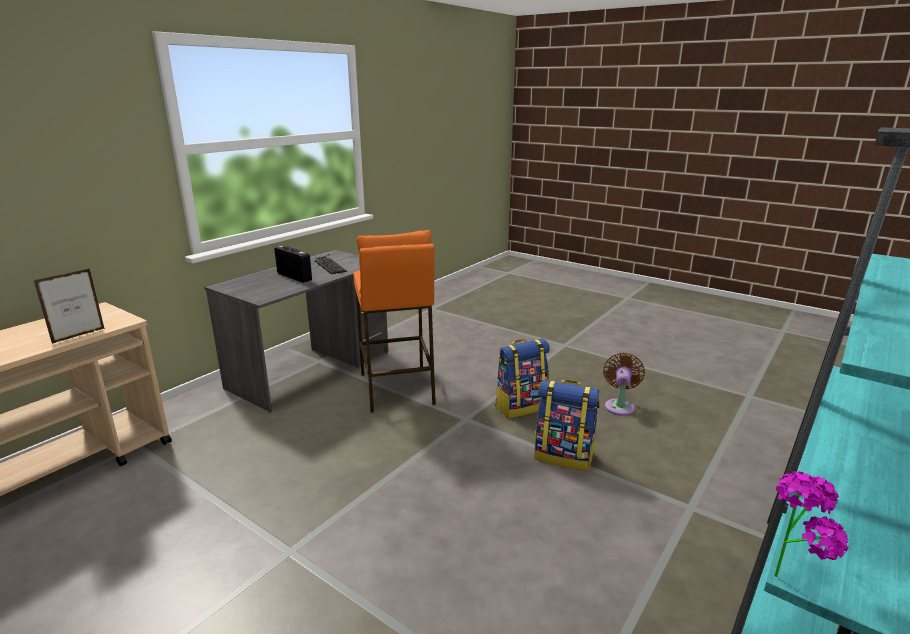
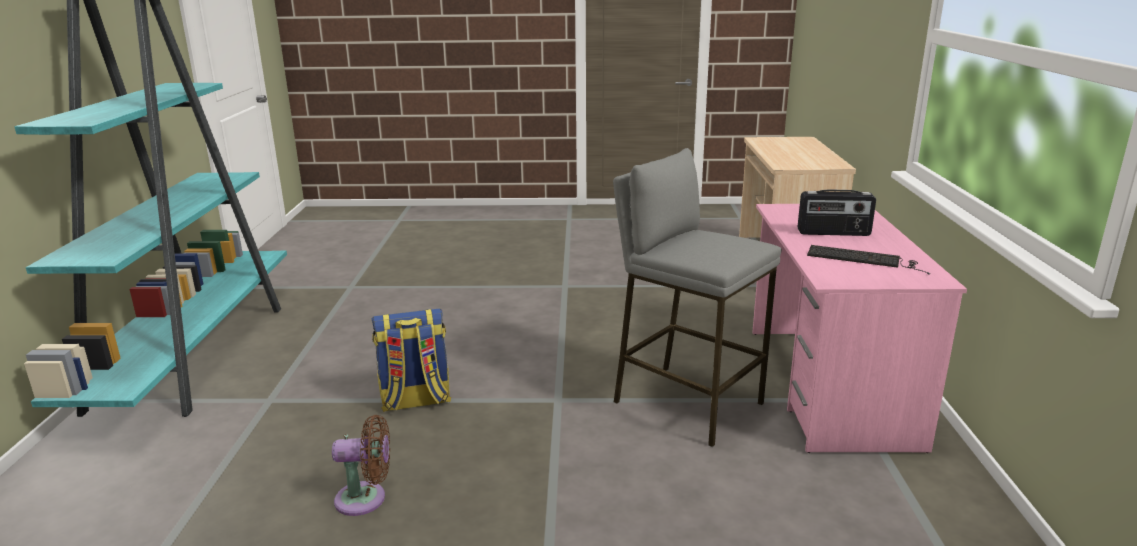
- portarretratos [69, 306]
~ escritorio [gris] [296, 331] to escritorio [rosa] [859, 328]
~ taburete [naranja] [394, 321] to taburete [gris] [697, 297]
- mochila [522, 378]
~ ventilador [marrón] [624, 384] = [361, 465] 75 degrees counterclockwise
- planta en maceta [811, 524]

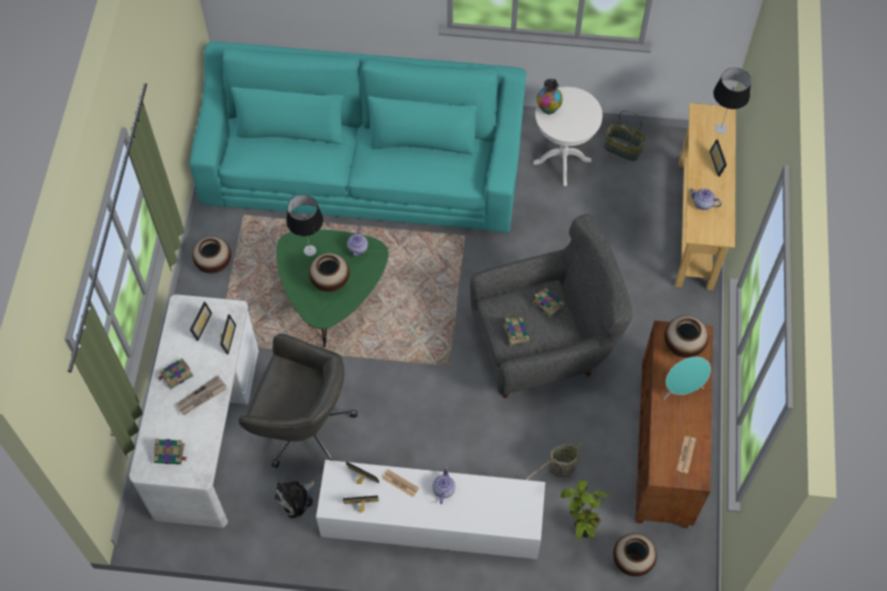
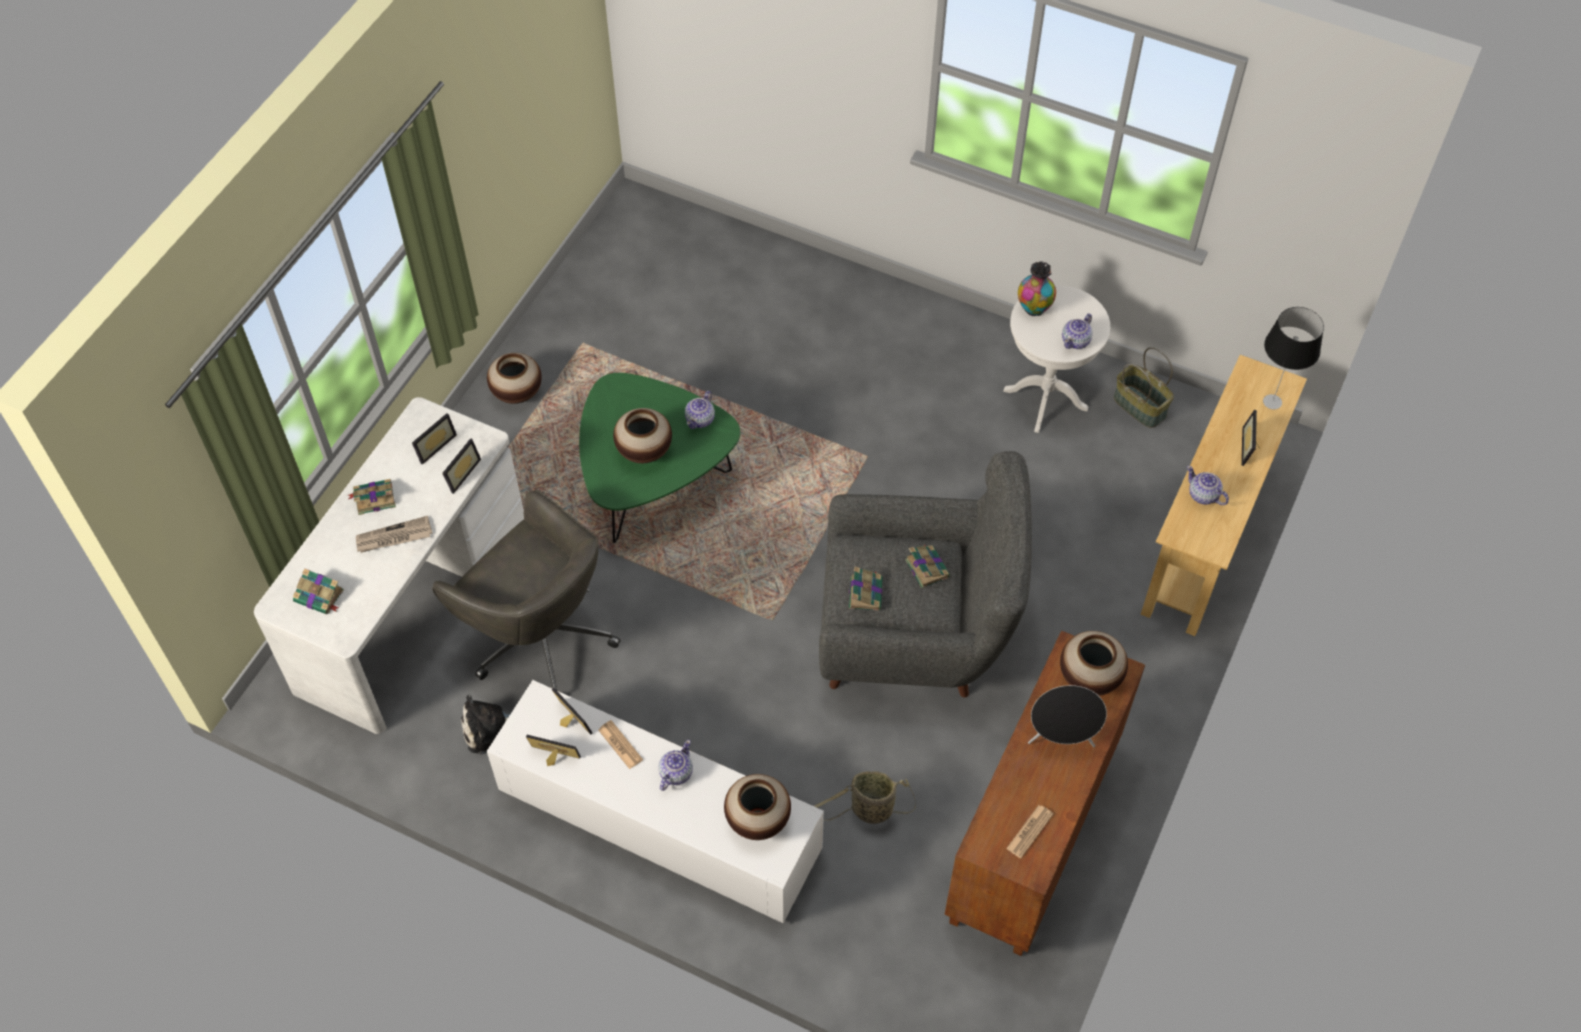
- sofá [turquesa] [358, 137]
- lámpara de mesa [304, 225]
- planta en maceta [586, 510]
~ florero [635, 555] to [757, 807]
~ altavoz [turquesa] [687, 378] to altavoz [negro] [1067, 716]
+ tetera [1077, 331]

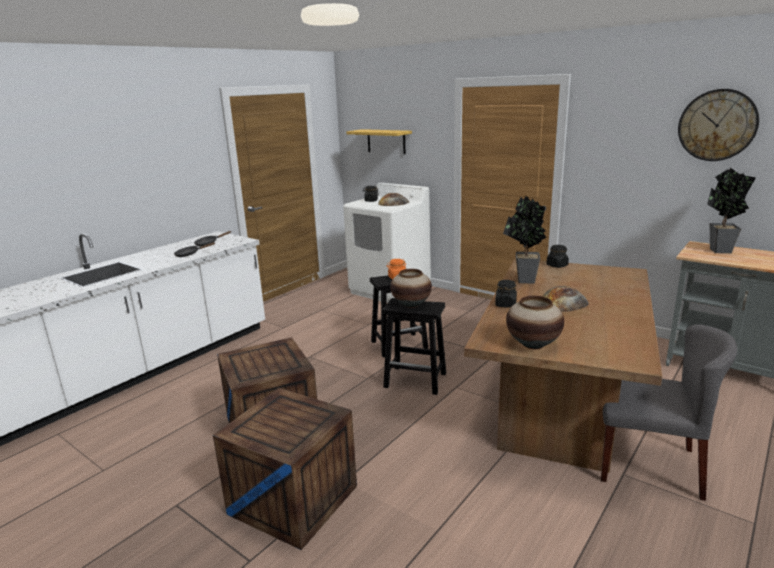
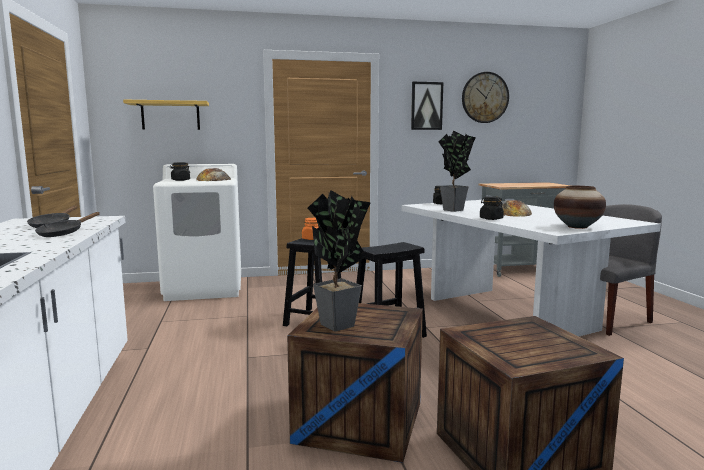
- florero [411, 288]
~ mesa de comedor [marrón] [563, 366] to mesa de comedor [blanco] [531, 268]
~ planta en maceta [731, 210] to [339, 260]
+ cuadro [427, 106]

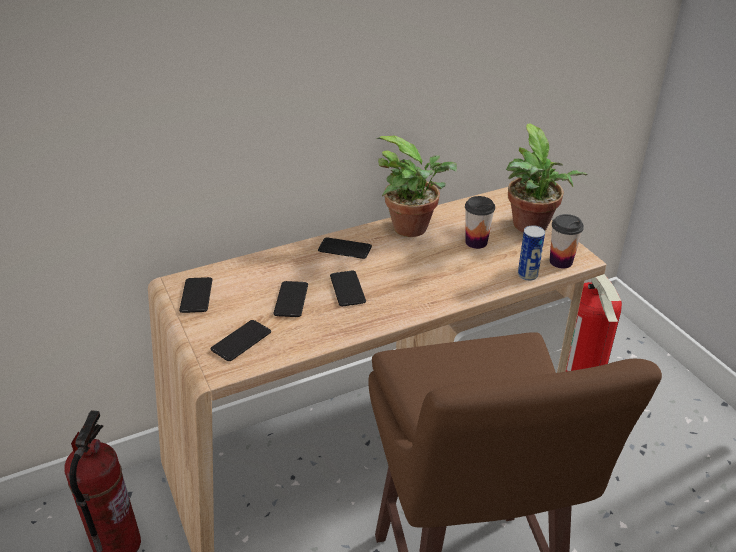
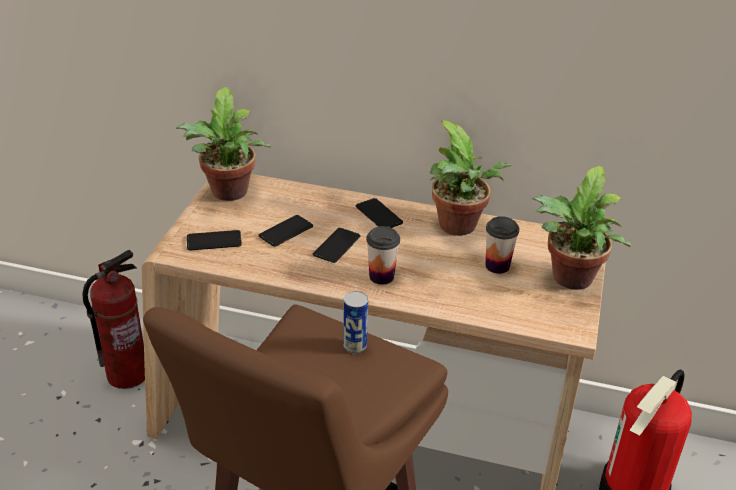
~ móvil [196, 295] to planta en maceta [224, 144]
~ lata [531, 253] to [355, 322]
~ taza [567, 241] to [383, 255]

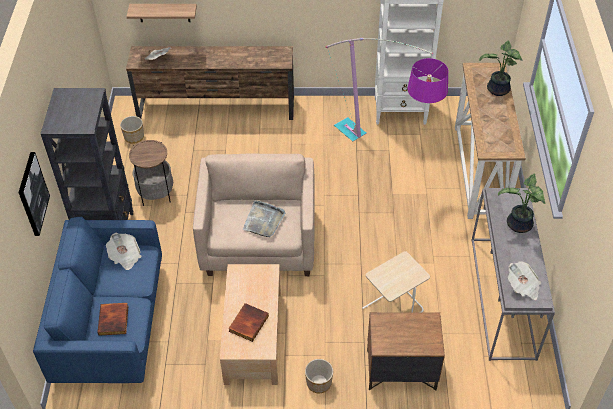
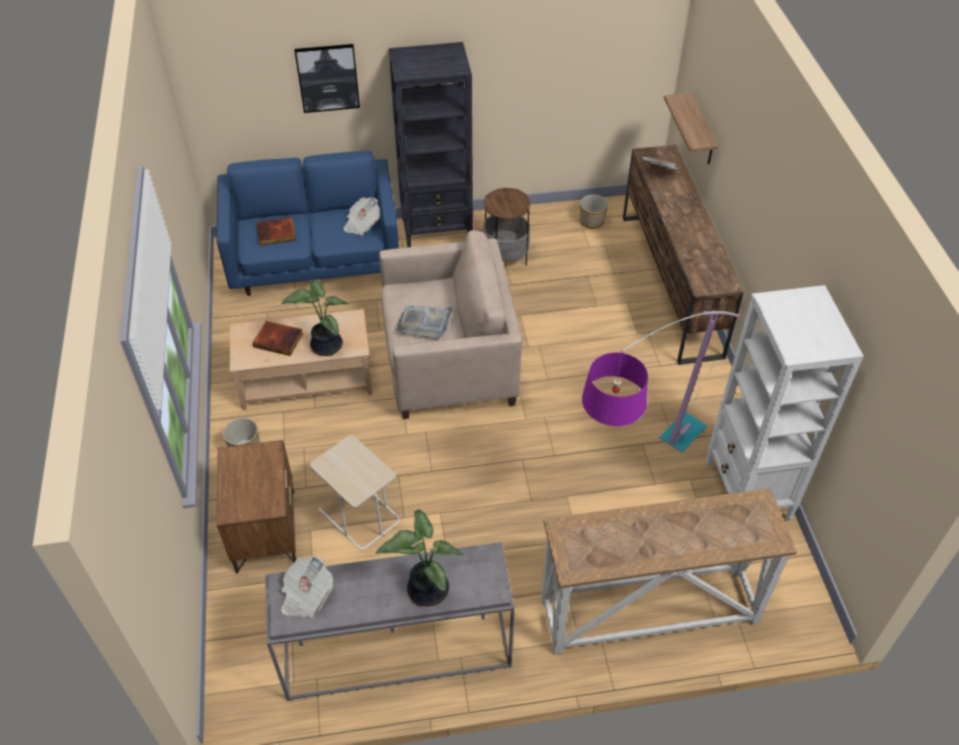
~ planta en maceta [501, 68] to [315, 318]

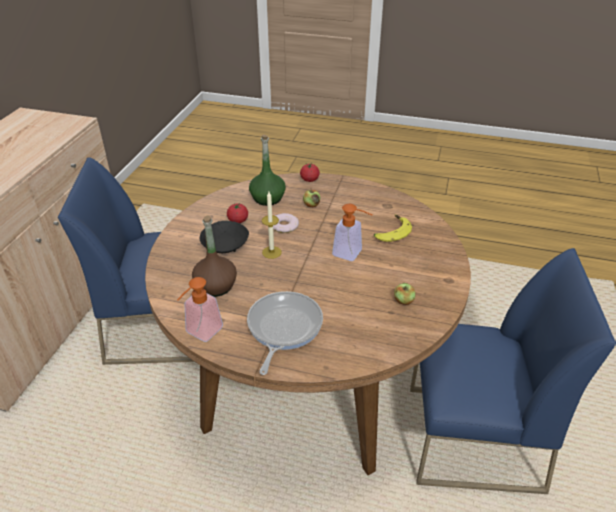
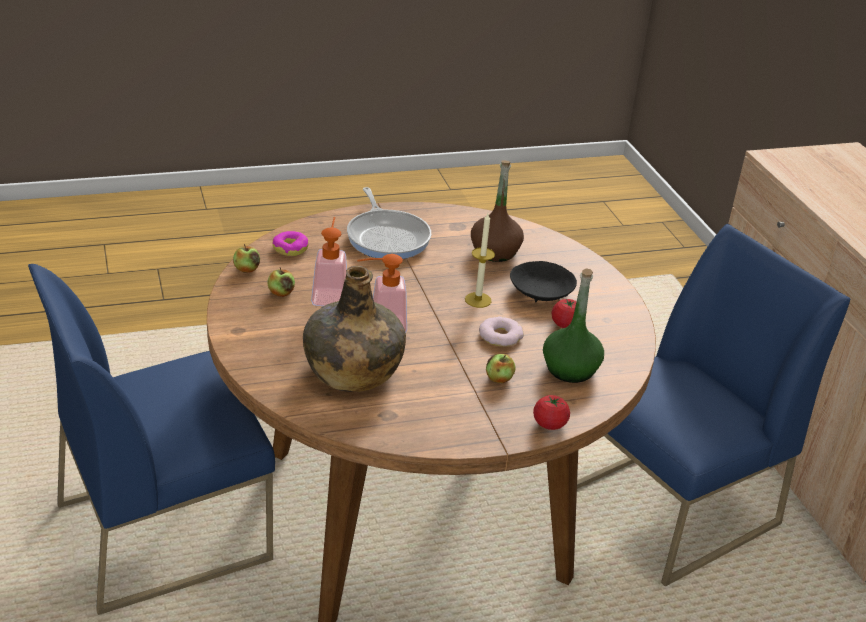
~ dispensador de jabón [200, 309] to [329, 261]
~ plátano [393, 228] to botella [verde] [354, 329]
+ manzana [246, 258]
+ rosquilla [290, 243]

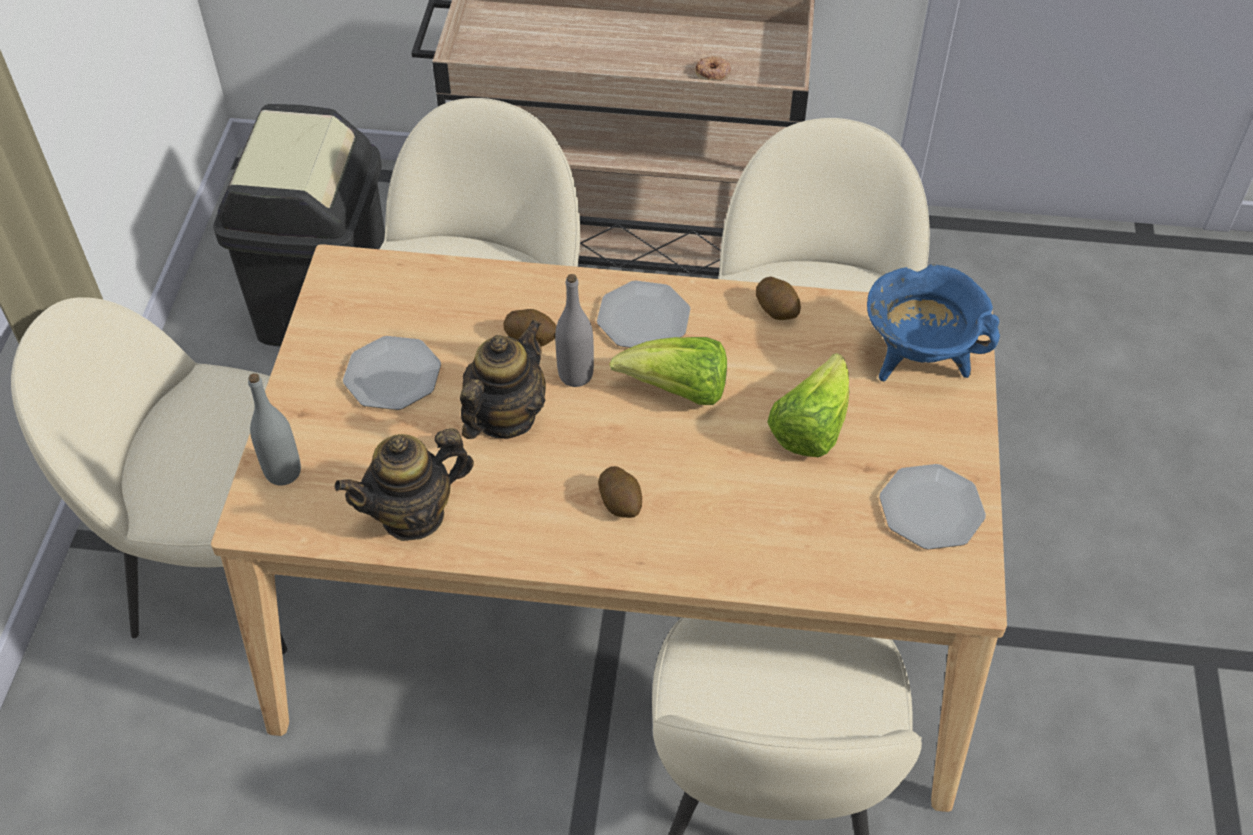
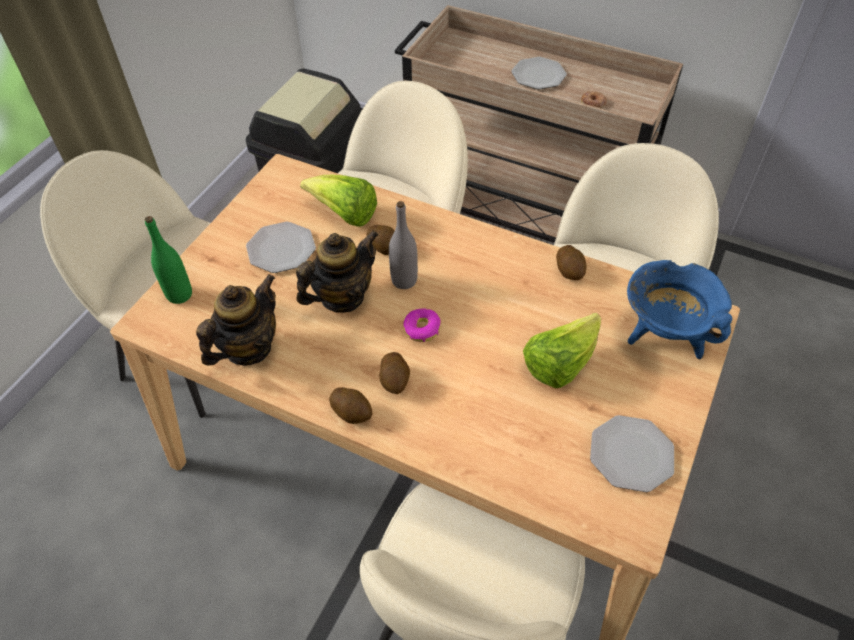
~ botella [gris] [274, 429] to botella [verde] [168, 260]
~ tetera [404, 484] = [236, 320] 135 degrees clockwise
~ plato [644, 314] to [539, 73]
~ lechuga [668, 371] to [338, 201]
+ patata [350, 405]
+ rosquilla [422, 325]

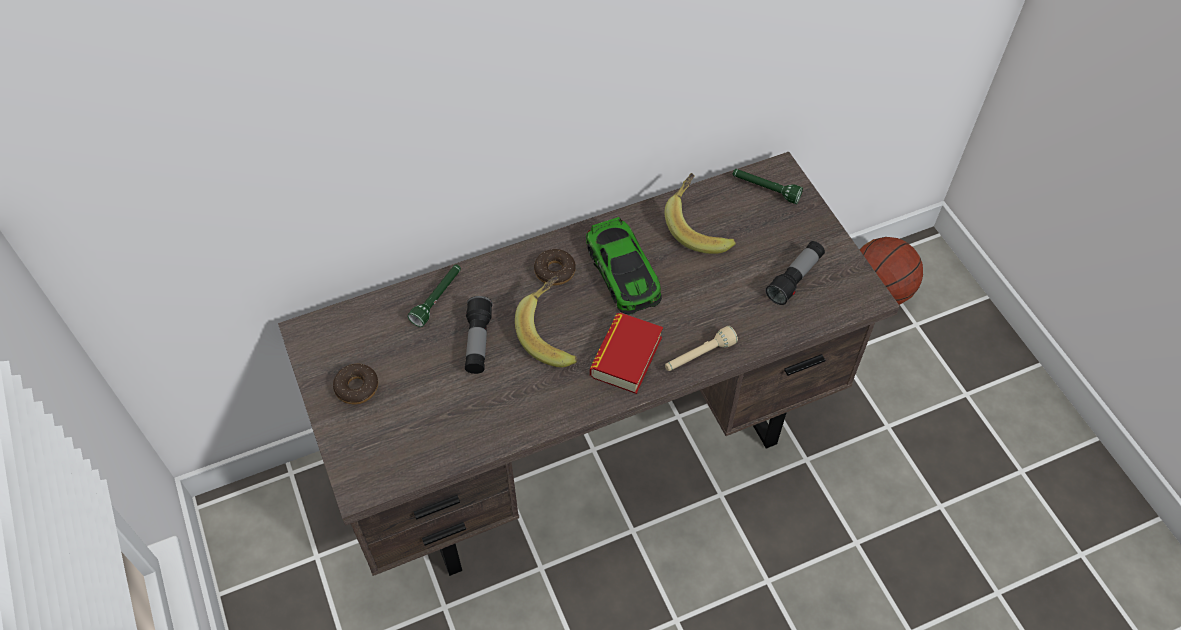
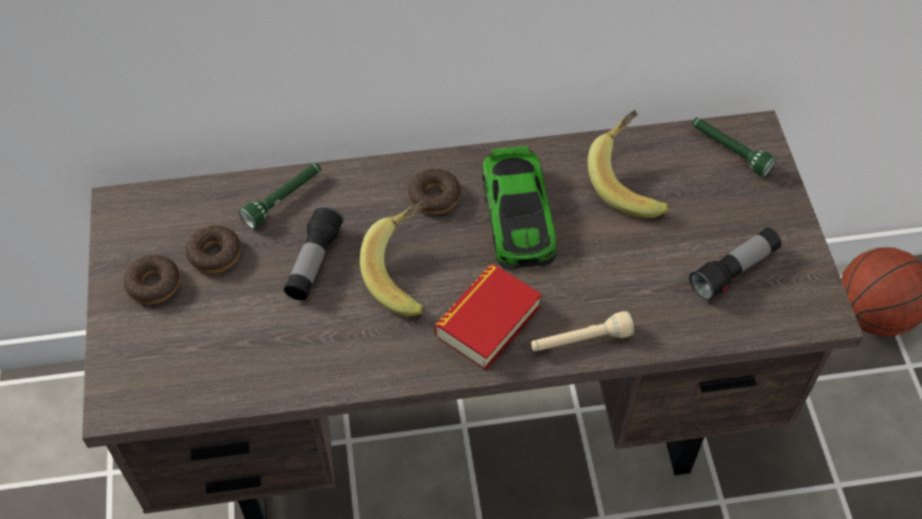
+ rosquilla [213, 249]

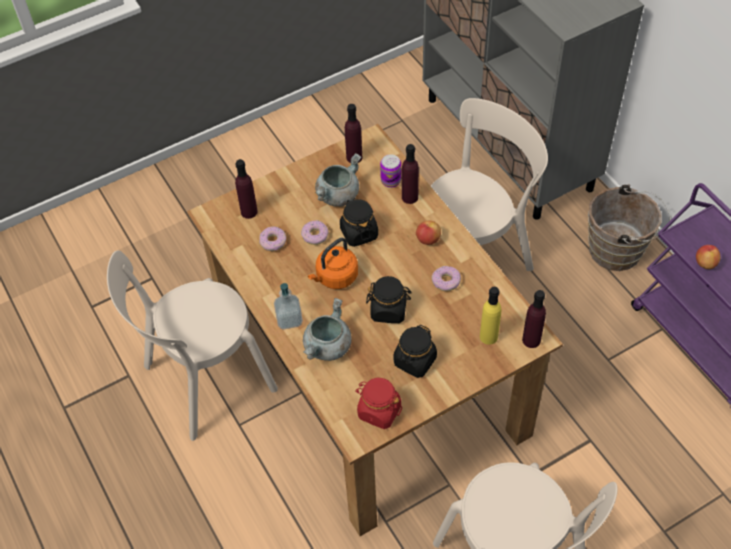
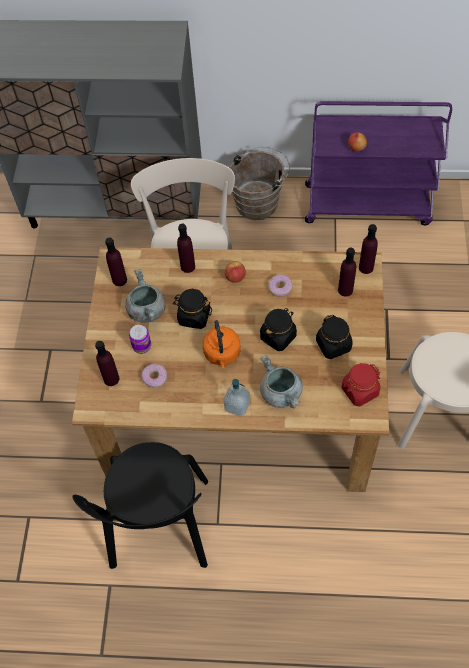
~ silla [beis] [192, 345] to silla [negro] [140, 505]
- rosquilla [315, 232]
~ lata [390, 171] to [140, 339]
~ botella [amarillo] [490, 316] to botella [morado] [347, 272]

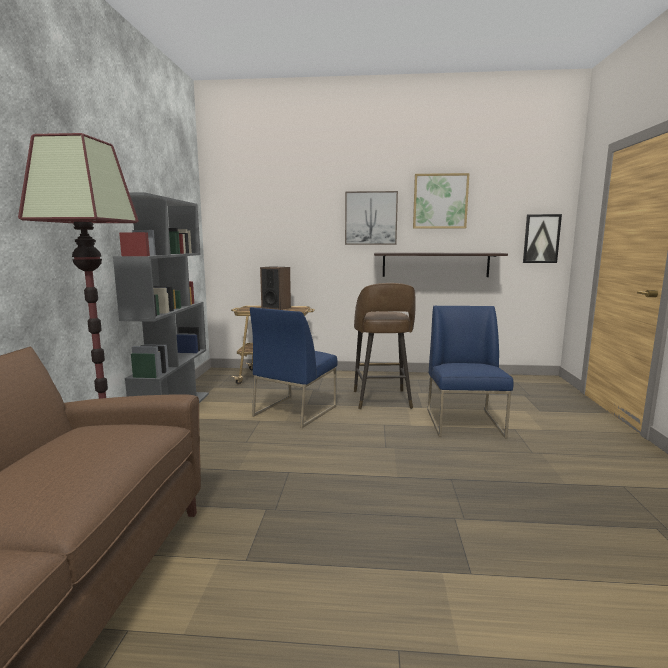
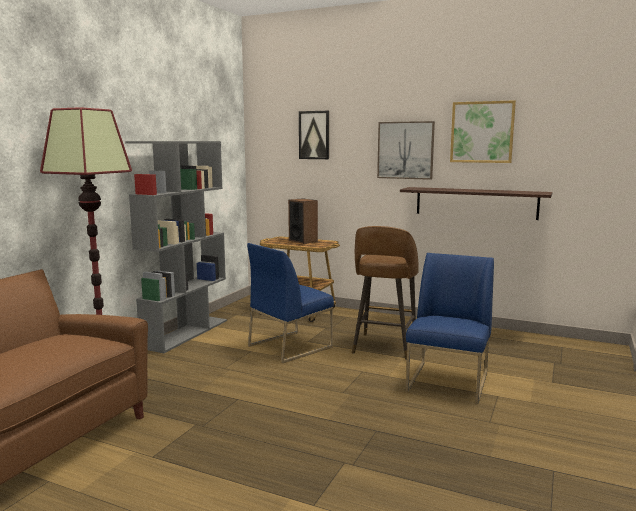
~ cuadro [542, 238] to [314, 135]

